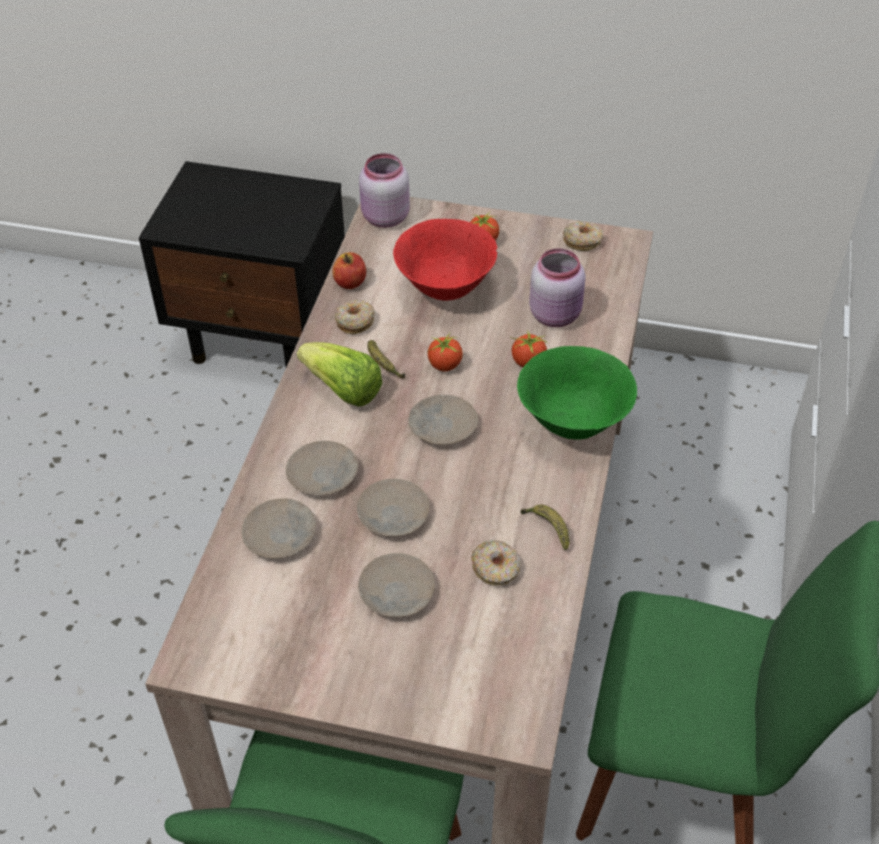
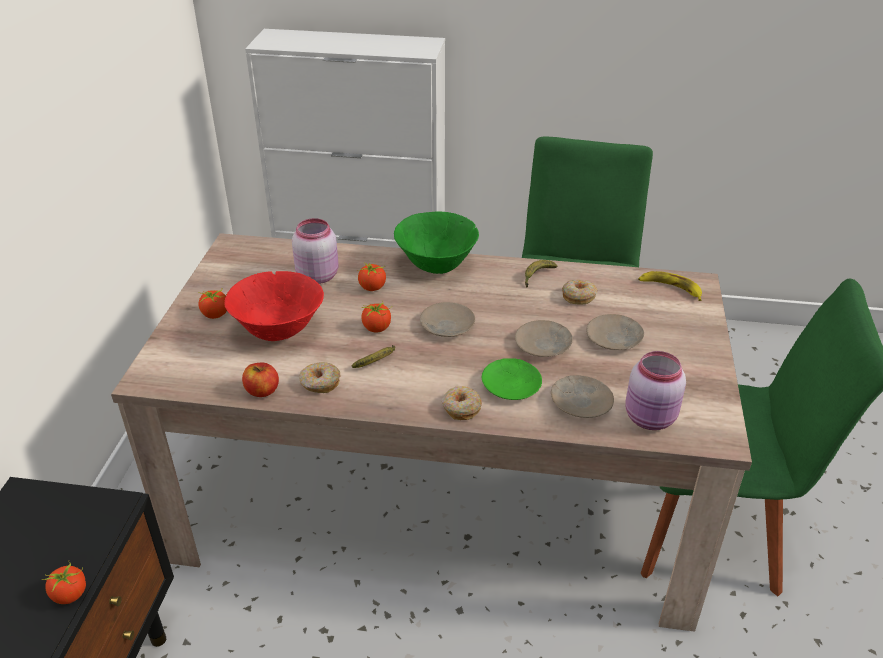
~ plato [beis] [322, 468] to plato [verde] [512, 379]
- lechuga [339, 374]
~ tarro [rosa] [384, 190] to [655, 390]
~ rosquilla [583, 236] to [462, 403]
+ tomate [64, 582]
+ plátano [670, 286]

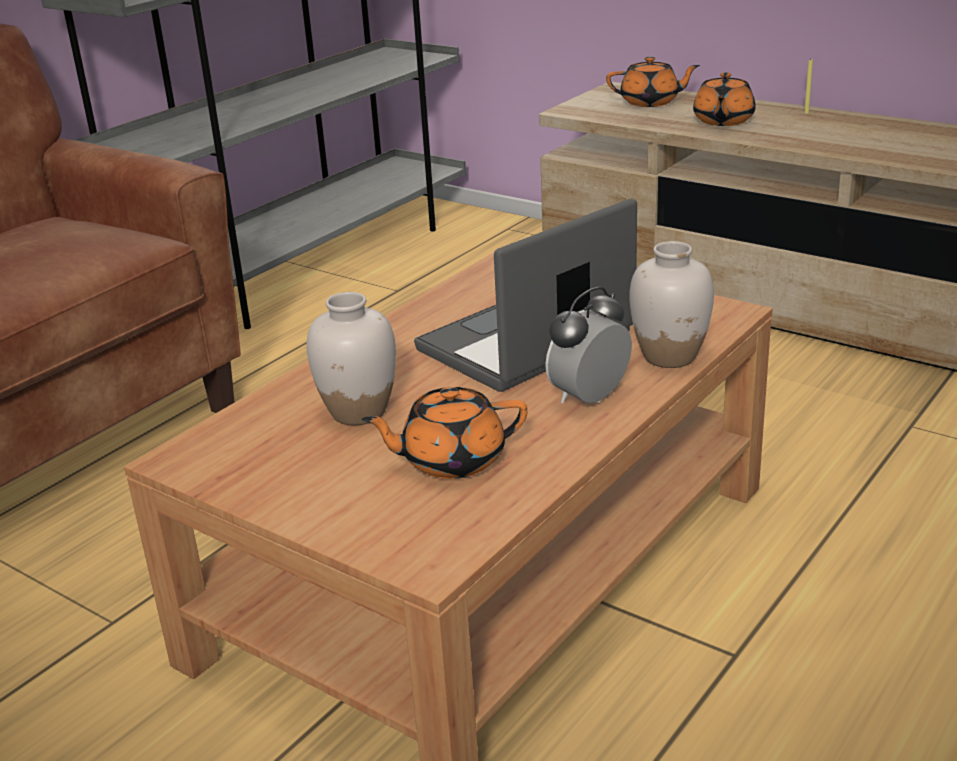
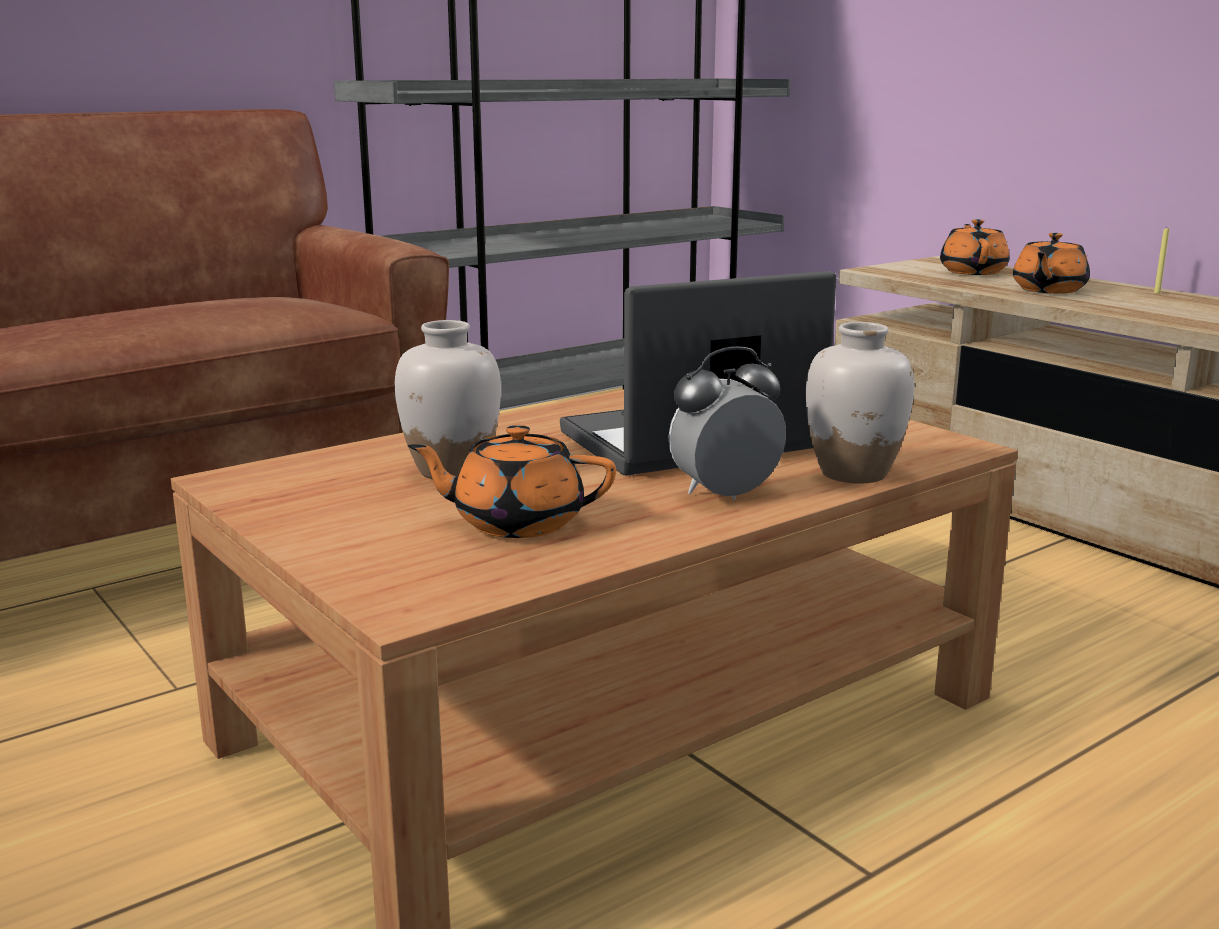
~ tetera [naranja] [653, 82] = [975, 247] 105 degrees counterclockwise

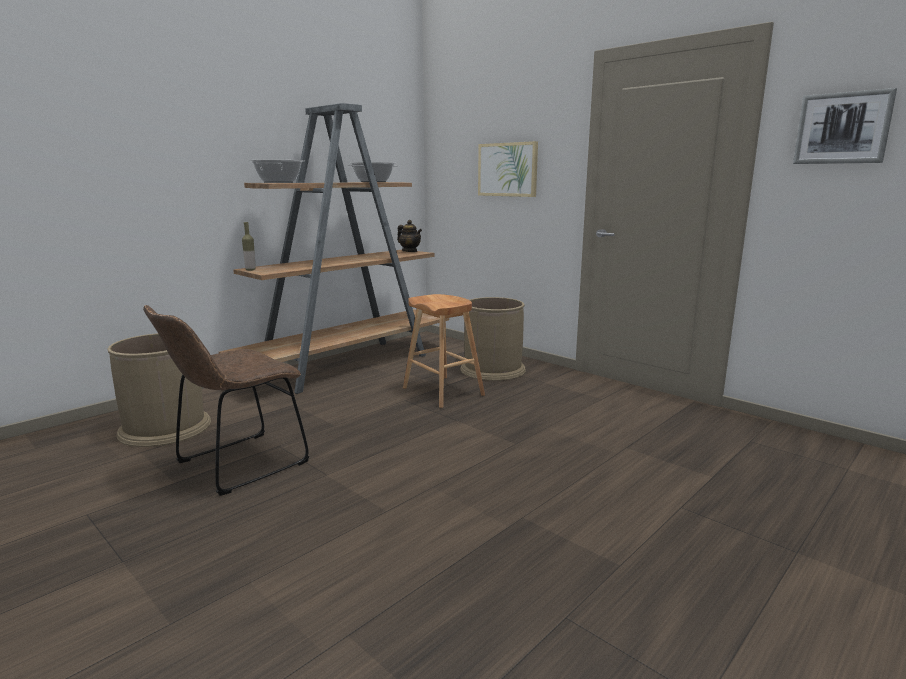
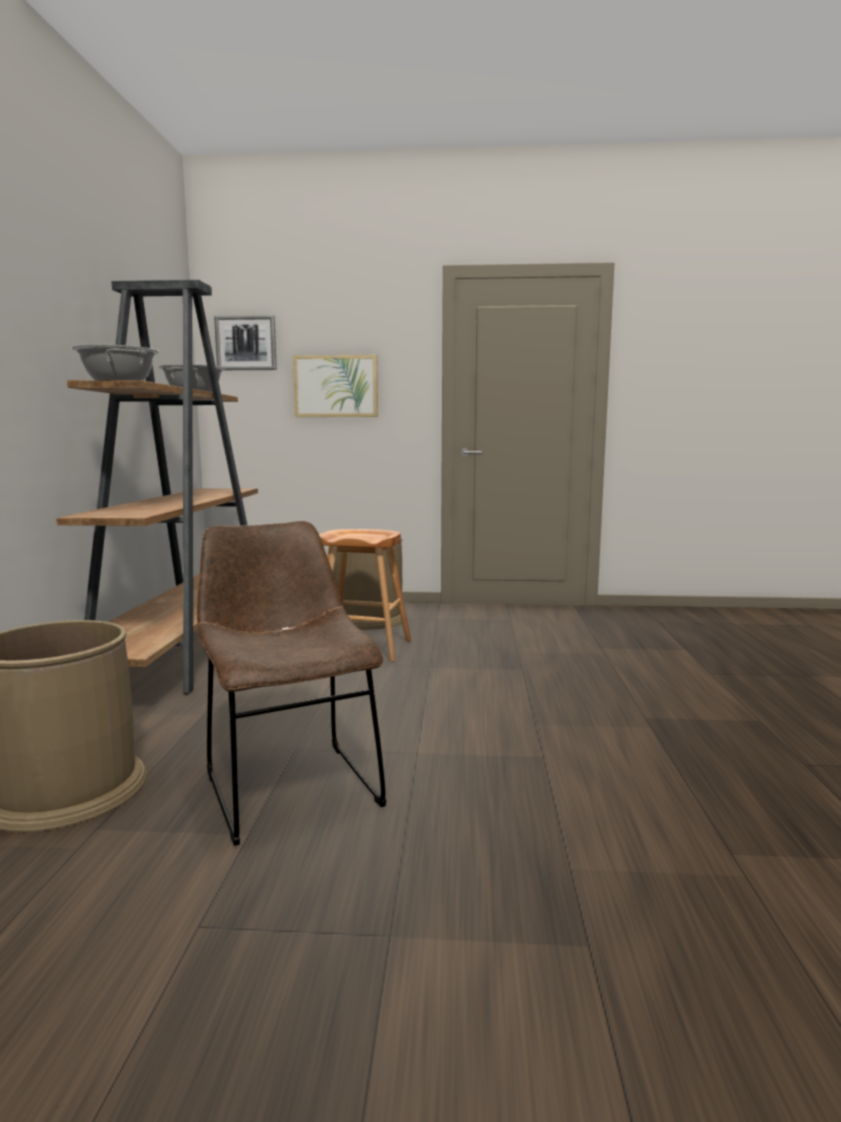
~ silla [marrón] [226, 400] = [291, 683] 150 degrees clockwise
- botella [249, 246]
- tetera [409, 236]
~ cuadro [845, 126] to [245, 342]

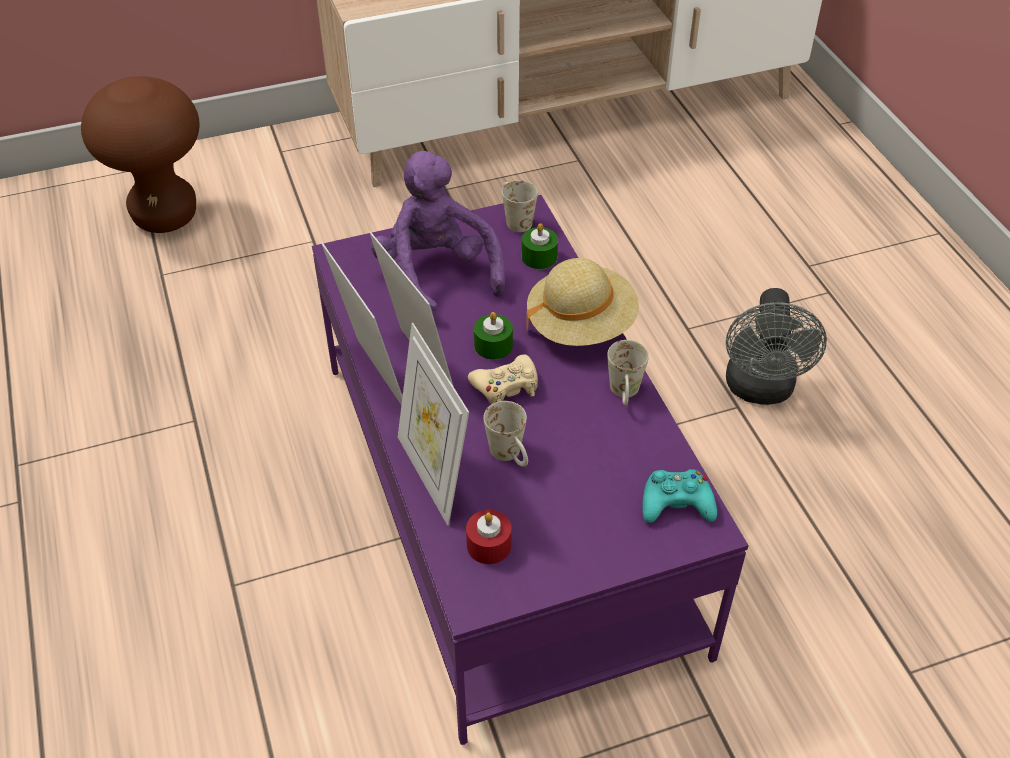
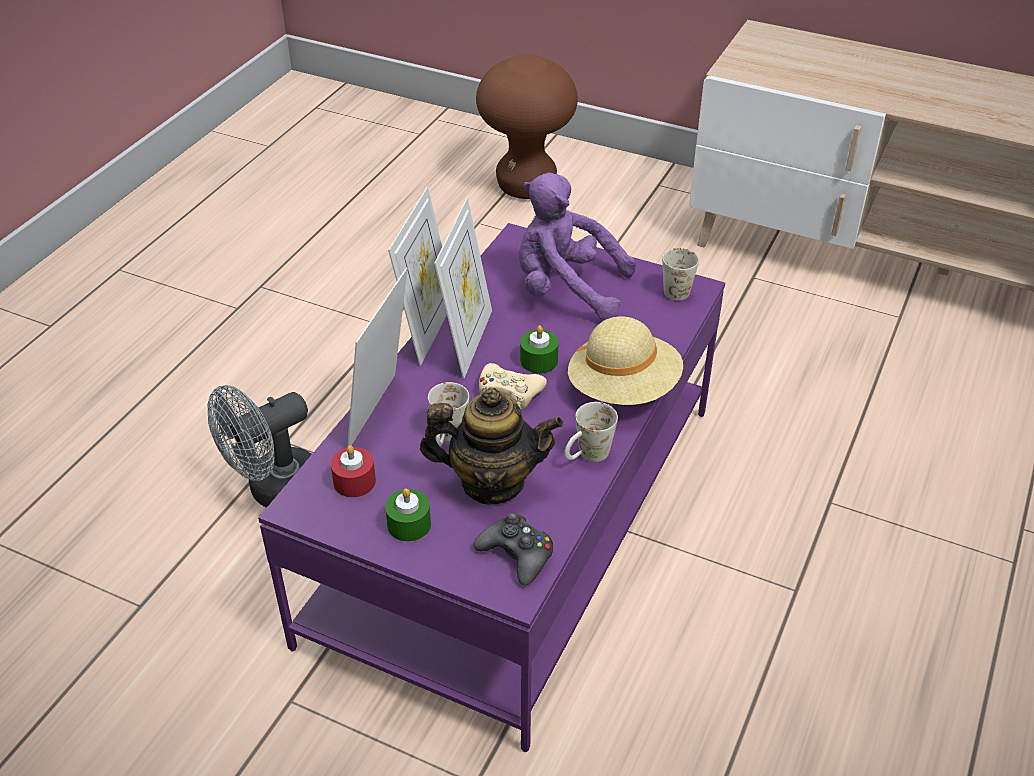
~ peluche [morado] [437, 233] = [577, 246] 90 degrees counterclockwise
~ vela [verde] [540, 246] to [408, 515]
~ mando de consola [turquesa] [679, 496] to mando de consola [negro] [513, 549]
~ ventilador [gris] [776, 346] to [260, 446]
+ tetera [491, 446]

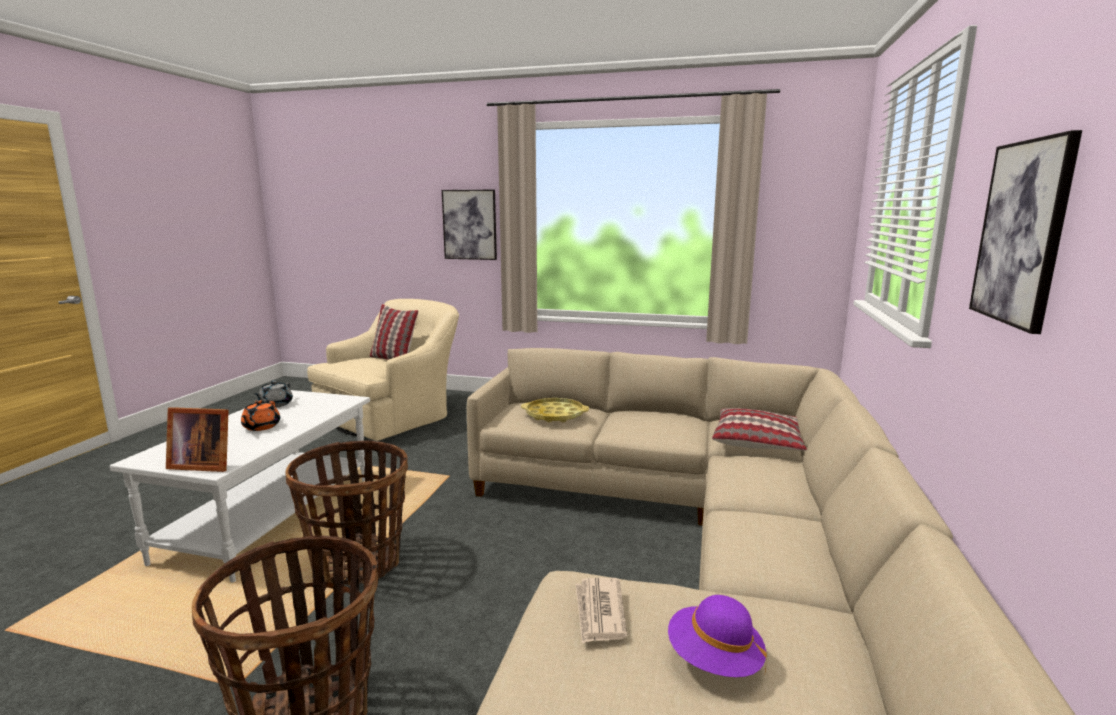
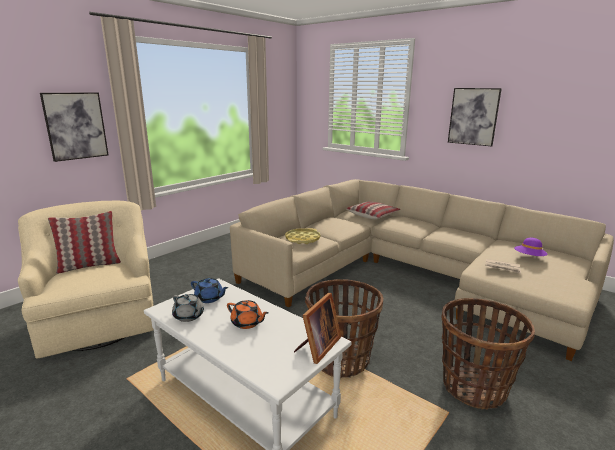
+ tetera [azul] [209, 290]

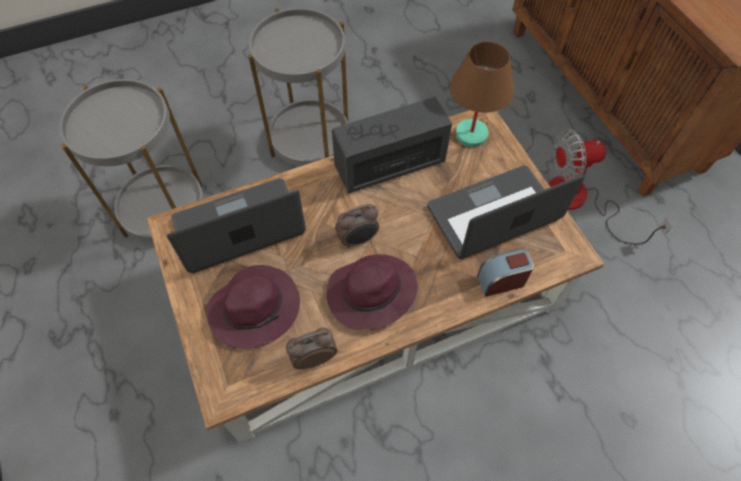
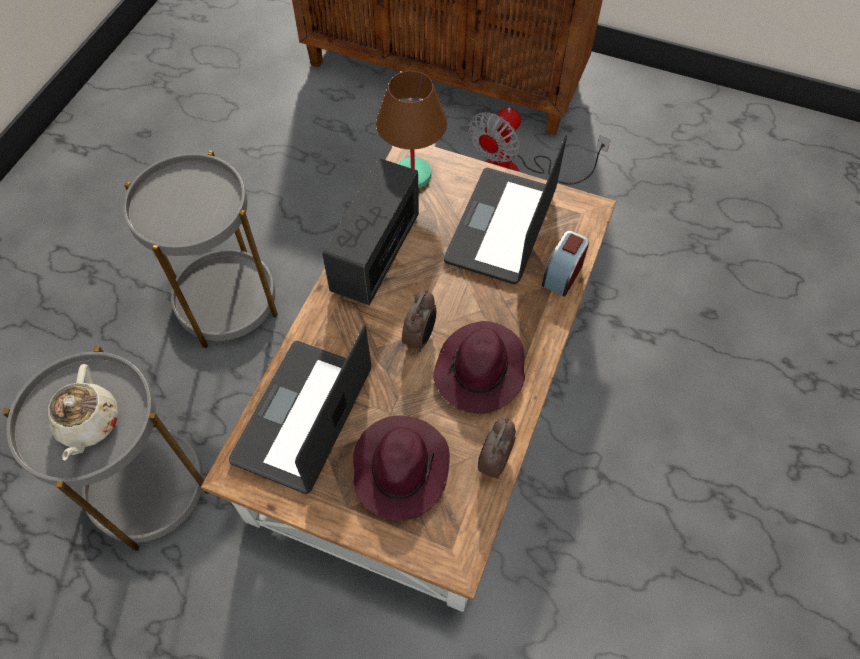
+ tetera [beis] [82, 412]

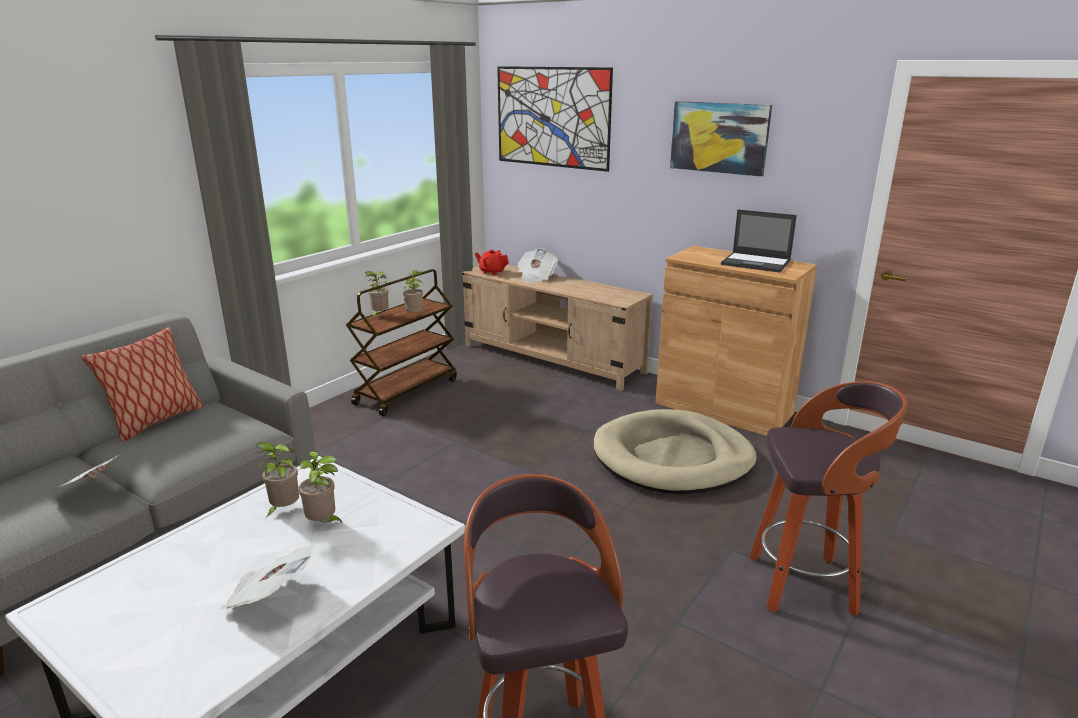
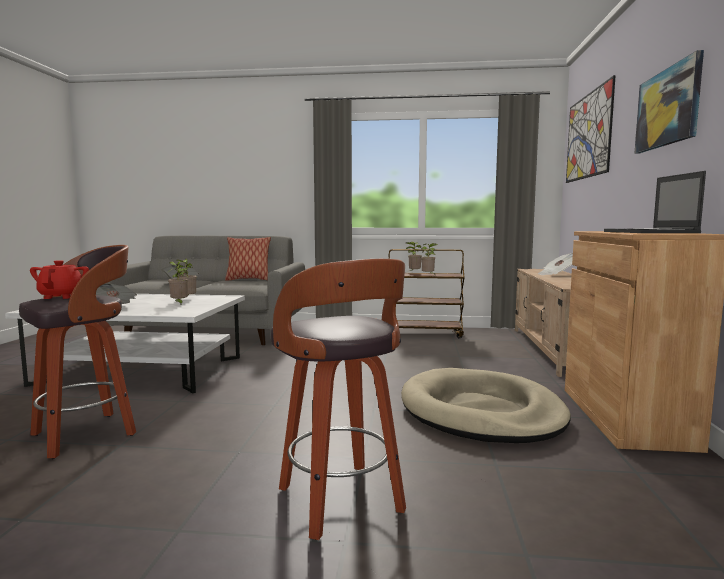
~ tetera [rojo] [492, 262] to [59, 279]

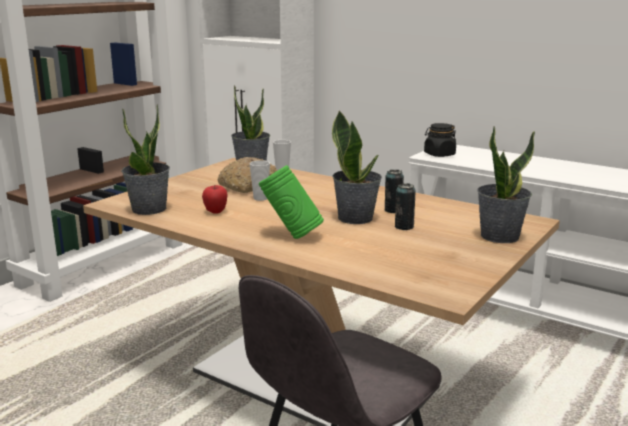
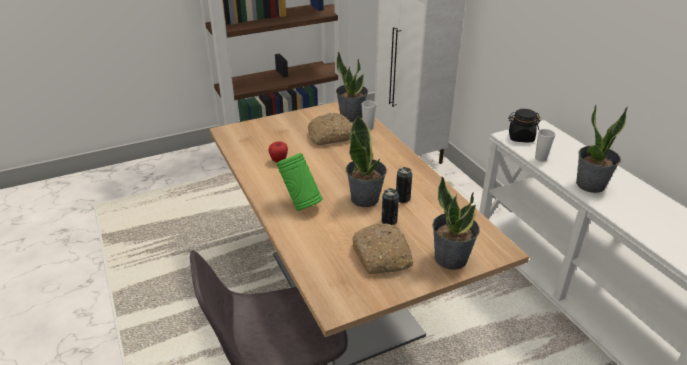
~ planta en maceta [145, 159] to [602, 149]
~ taza [259, 180] to [545, 145]
+ pan [382, 248]

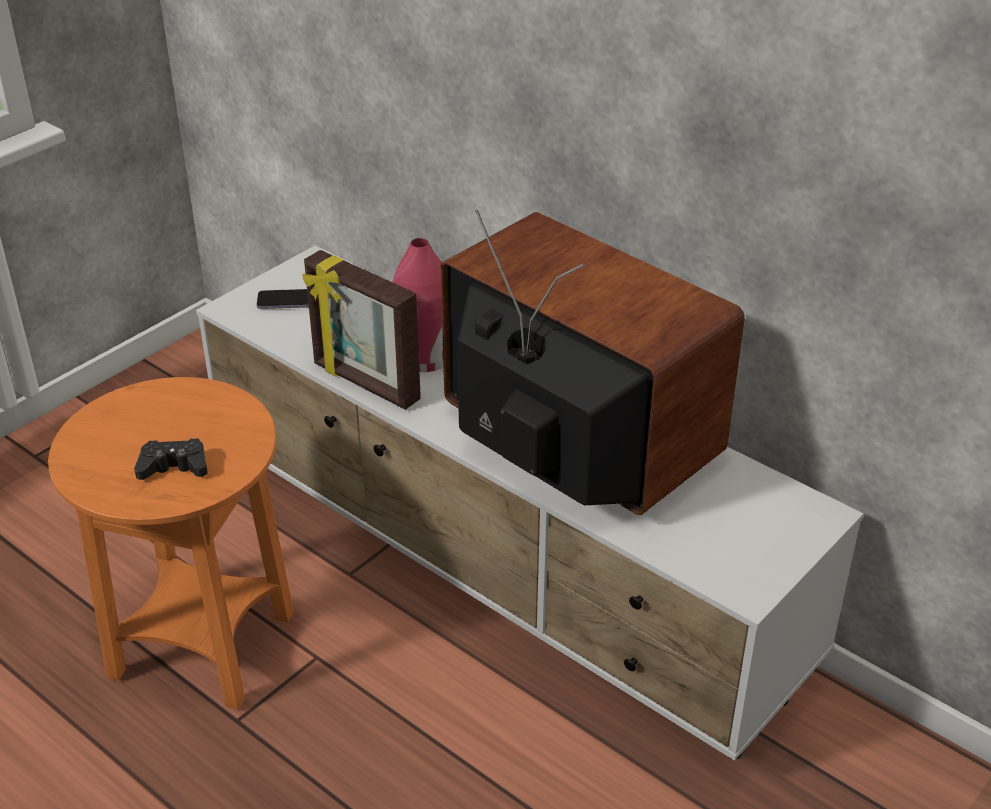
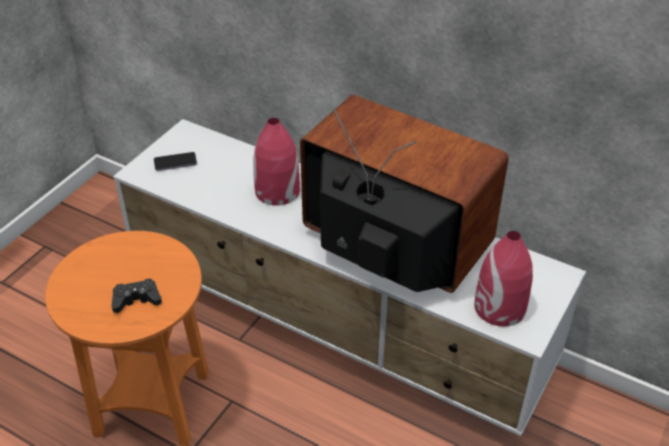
- portarretratos [362, 330]
+ florero [rojo] [503, 278]

